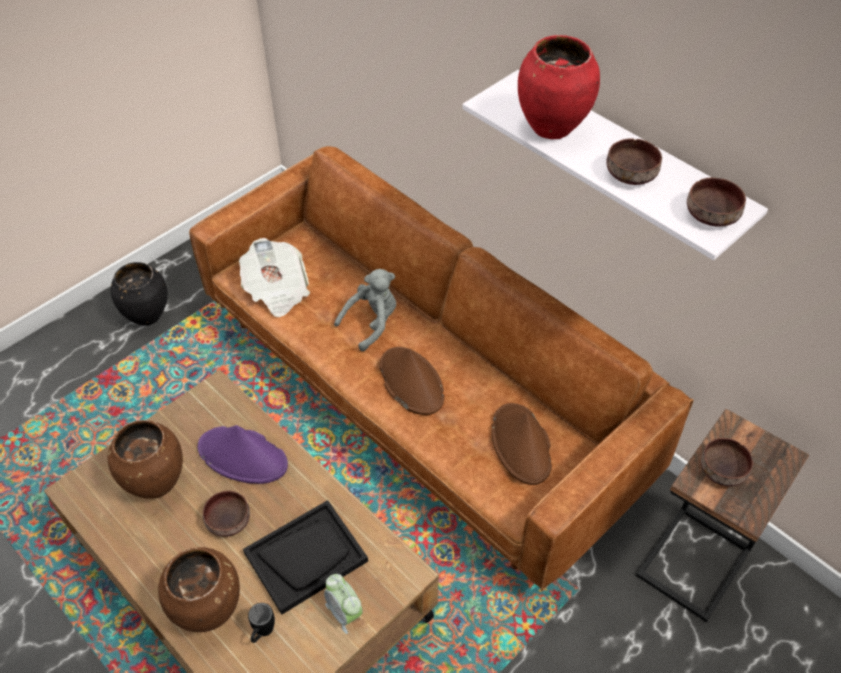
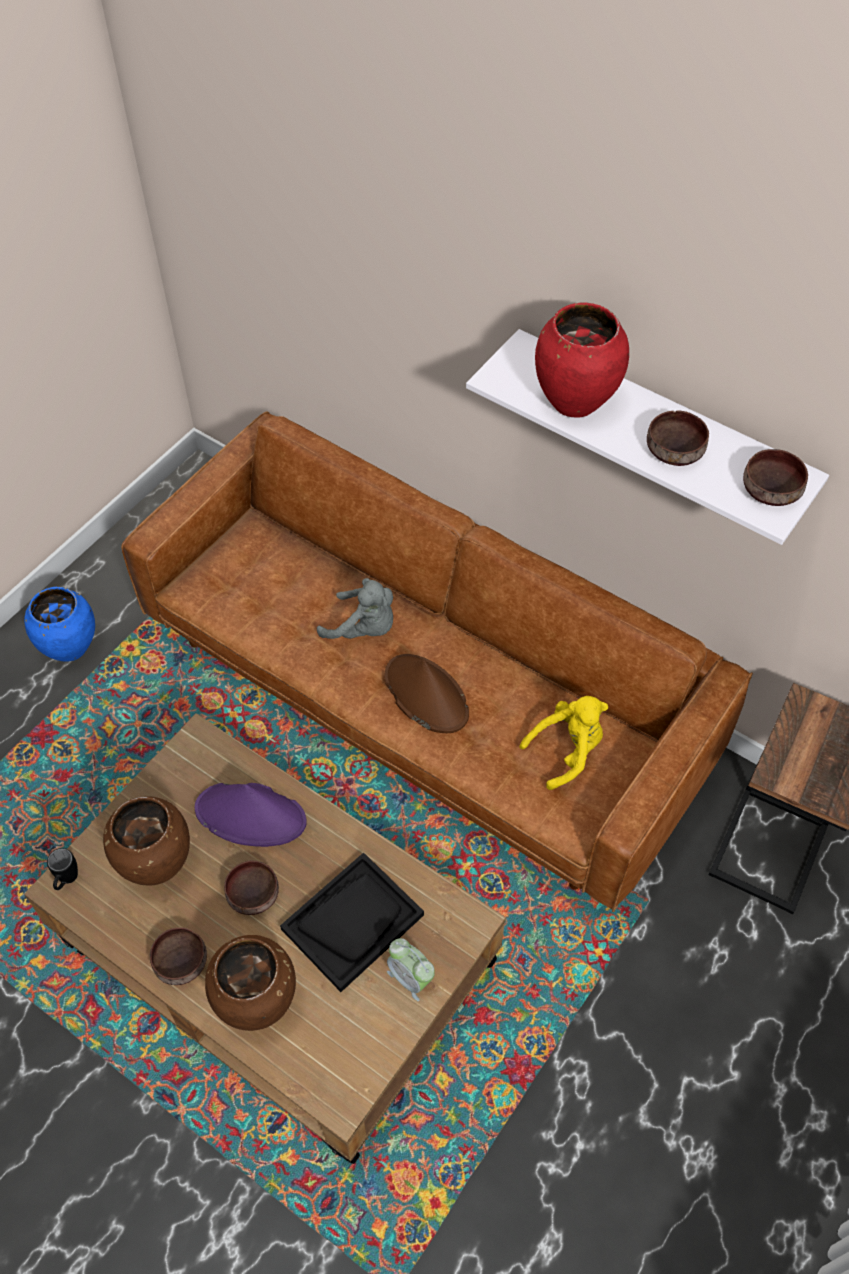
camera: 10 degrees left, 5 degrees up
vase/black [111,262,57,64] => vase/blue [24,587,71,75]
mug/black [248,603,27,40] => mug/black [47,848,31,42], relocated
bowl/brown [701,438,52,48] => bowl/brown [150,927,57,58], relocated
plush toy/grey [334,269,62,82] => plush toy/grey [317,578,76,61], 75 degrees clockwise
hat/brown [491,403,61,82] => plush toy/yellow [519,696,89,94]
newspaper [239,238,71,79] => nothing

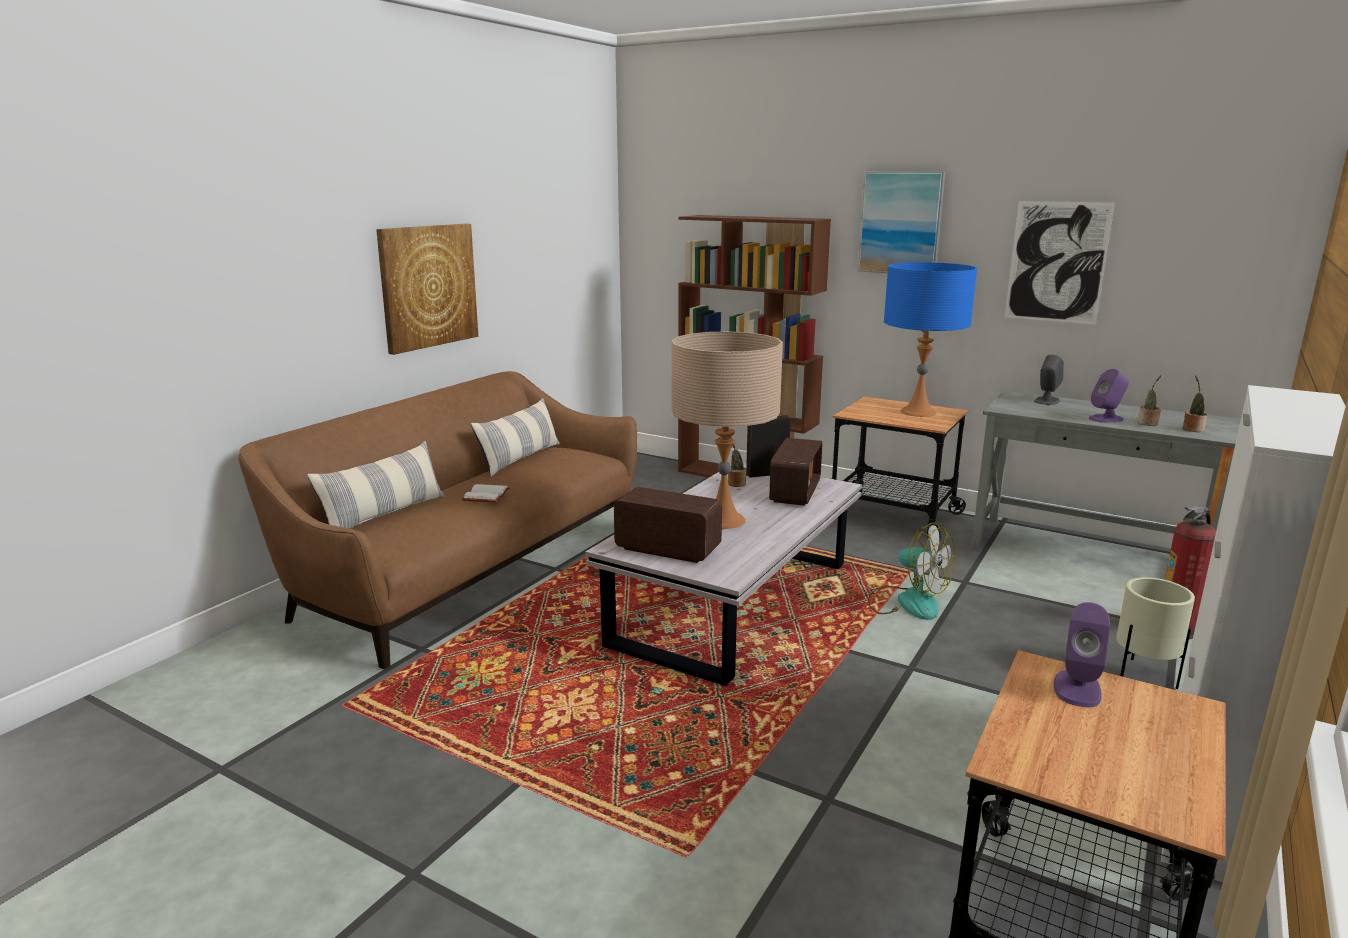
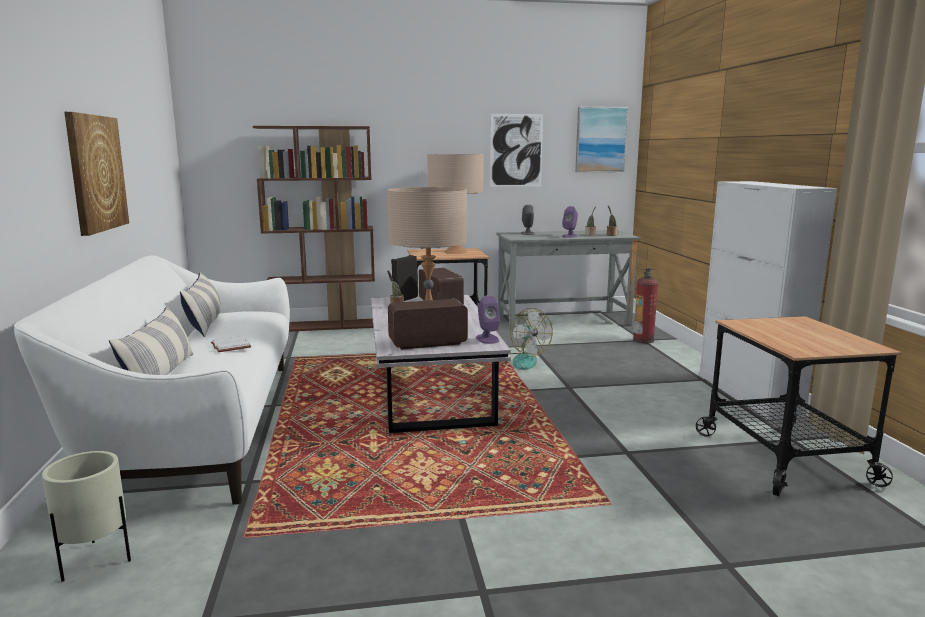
camera: 40 degrees left, 5 degrees down
sofa/brown [238,371,399,298] => sofa/white [14,256,276,249]
planter/beige [1116,577,79,112] => planter/beige [42,451,89,131], relocated
table lamp/blue [884,262,93,155] => table lamp/beige [427,154,57,100]
speaker/purple [1054,602,56,105] => speaker/purple [476,295,24,49], relocated
fan [868,523,87,97] => fan [499,308,54,62], 60 degrees clockwise
picture [858,171,88,102] => picture [575,107,53,65], relocated

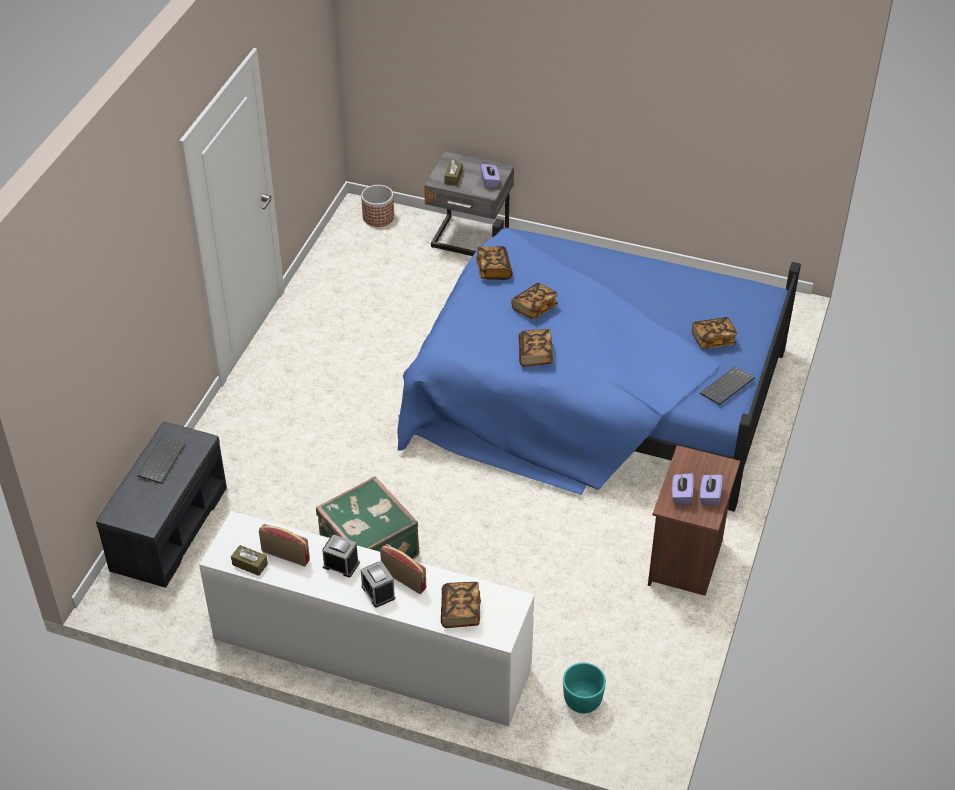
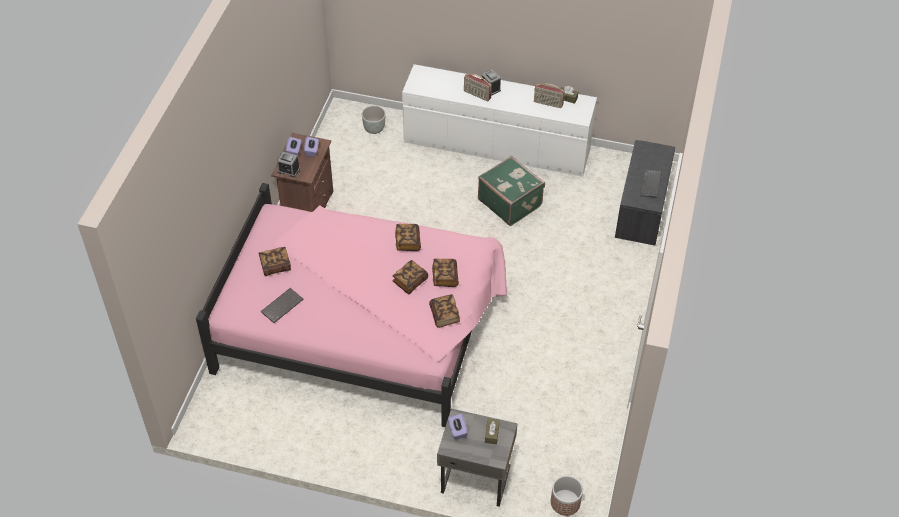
camera: 175 degrees right, 5 degrees up
bed/blue [397,218,404,294] => bed/pink [196,183,313,244]
keyboard [700,367,55,38] => keyboard [261,288,43,35], relocated
alarm clock [322,534,38,43] => alarm clock [277,152,23,25], relocated
planter/turquoise [563,663,43,50] => planter/grey [362,106,24,28]
book [441,582,40,46] => book [432,259,27,28], relocated

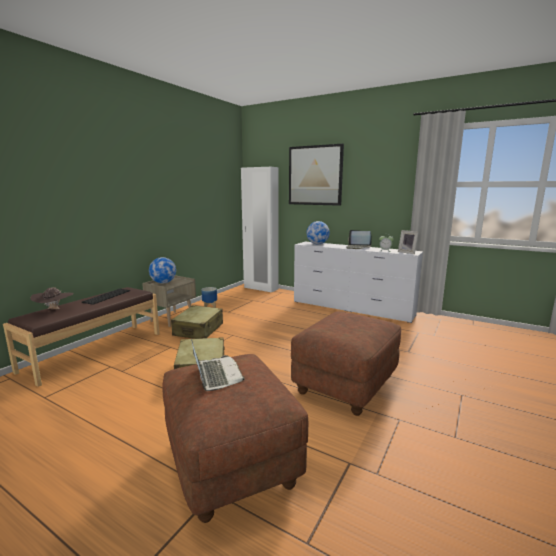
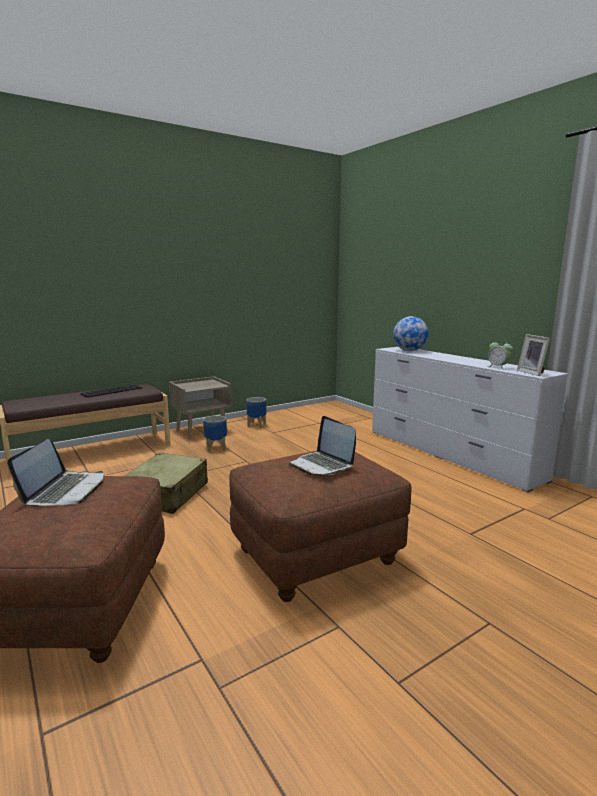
camera: 25 degrees right, 0 degrees up
suitcase/beige [171,305,52,34] => planter [203,415,24,37]
laptop [346,230,26,19] => laptop [289,416,67,59], relocated
hat/brown [31,287,43,22] => nothing
globe [149,257,27,27] => nothing
wardrobe/white [241,167,38,126] => nothing
picture [289,144,55,62] => nothing

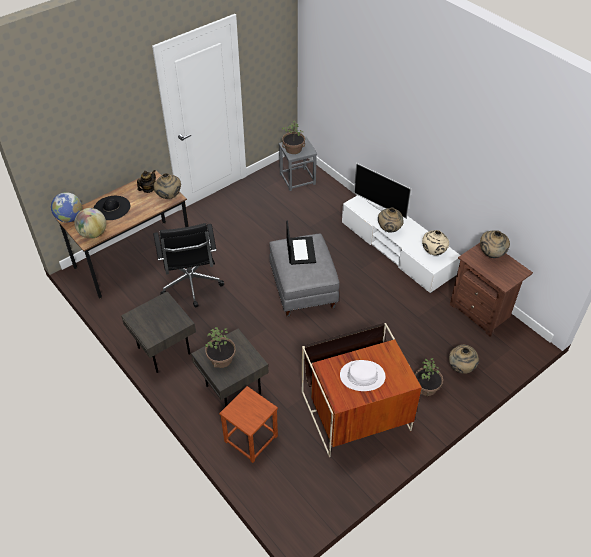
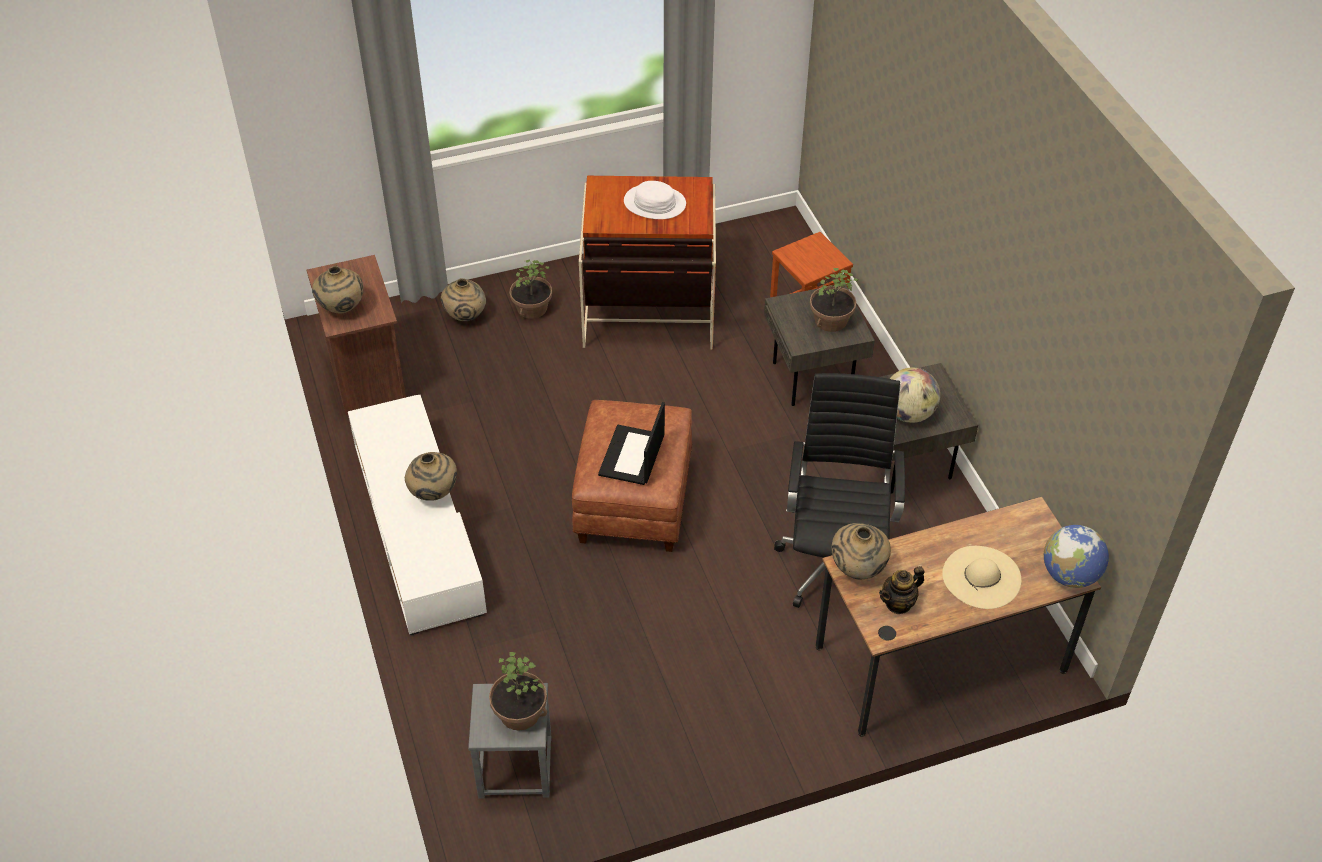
camera: 160 degrees left, 0 degrees up
ottoman/grey [269,234,70,83] => ottoman/brown [572,400,120,152]
globe [74,208,32,31] => globe [890,367,50,56], relocated
hat/black [94,196,36,24] => hat/beige [942,546,80,63]
television [354,163,57,56] => nothing
vase/beige [422,230,27,25] => nothing

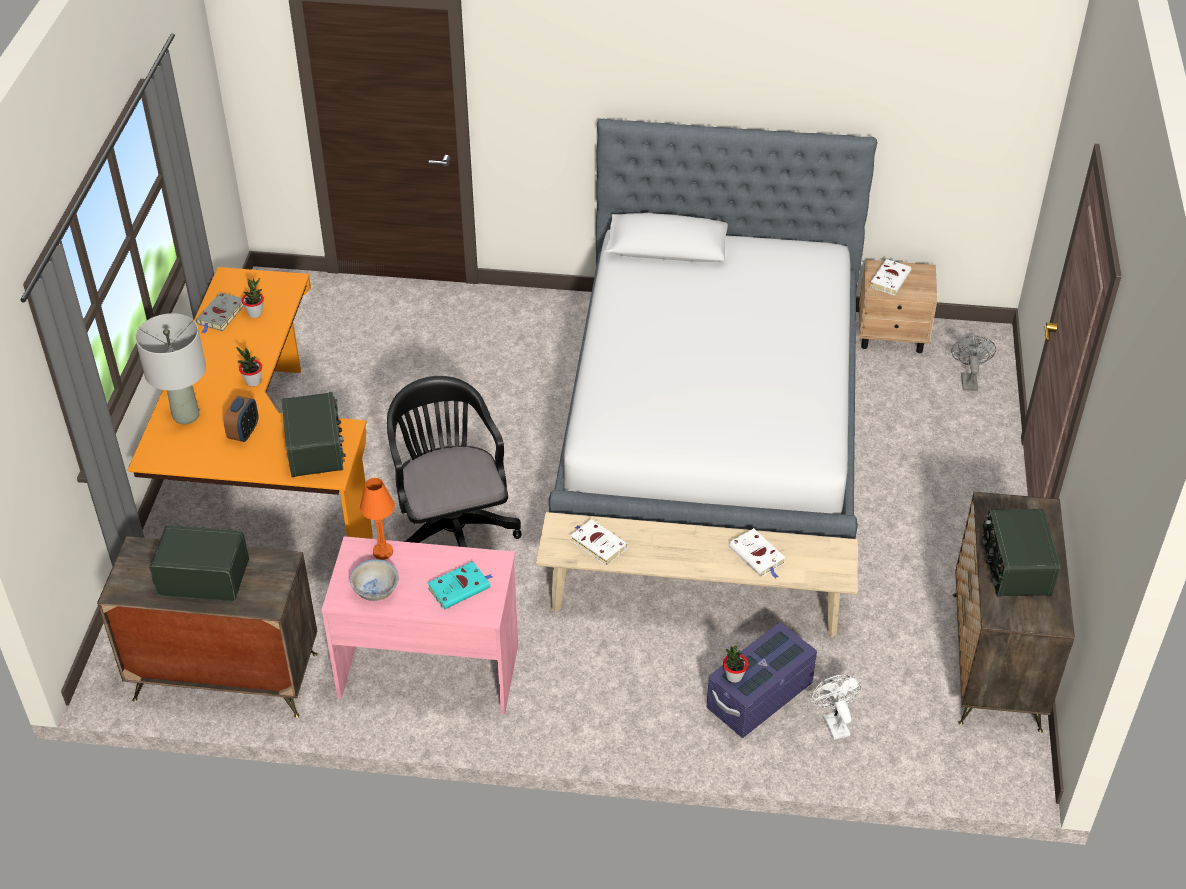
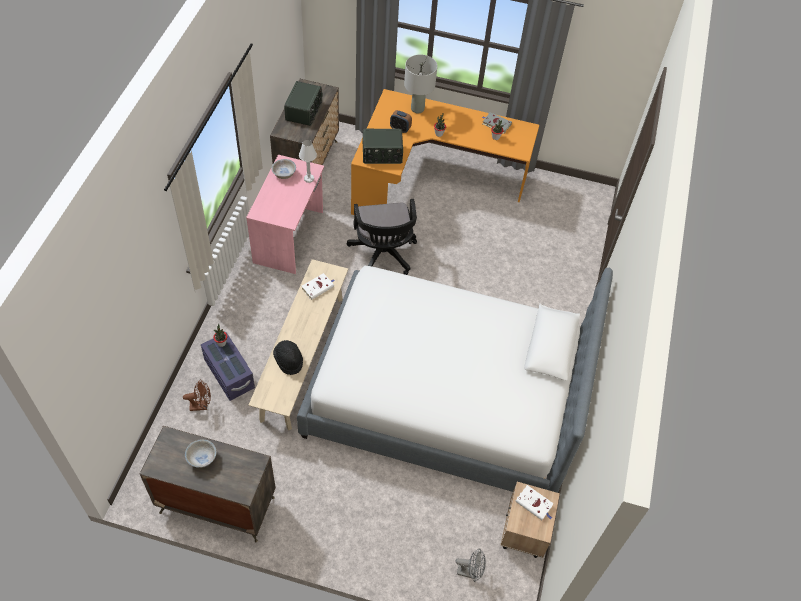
camera: 95 degrees right, 10 degrees up
fan/white [811,675,51,65] => fan/brown [183,380,28,31]
radio [981,509,79,87] => bowl/white [185,439,32,29]
book/white [729,528,56,51] => hat/black [273,340,30,35]
table lamp/orange [359,478,36,82] => table lamp/white [299,140,18,43]
office chair/black [387,376,135,171] => office chair/black [347,199,70,76], 90 degrees clockwise
book/turquoise [428,561,65,49] => nothing

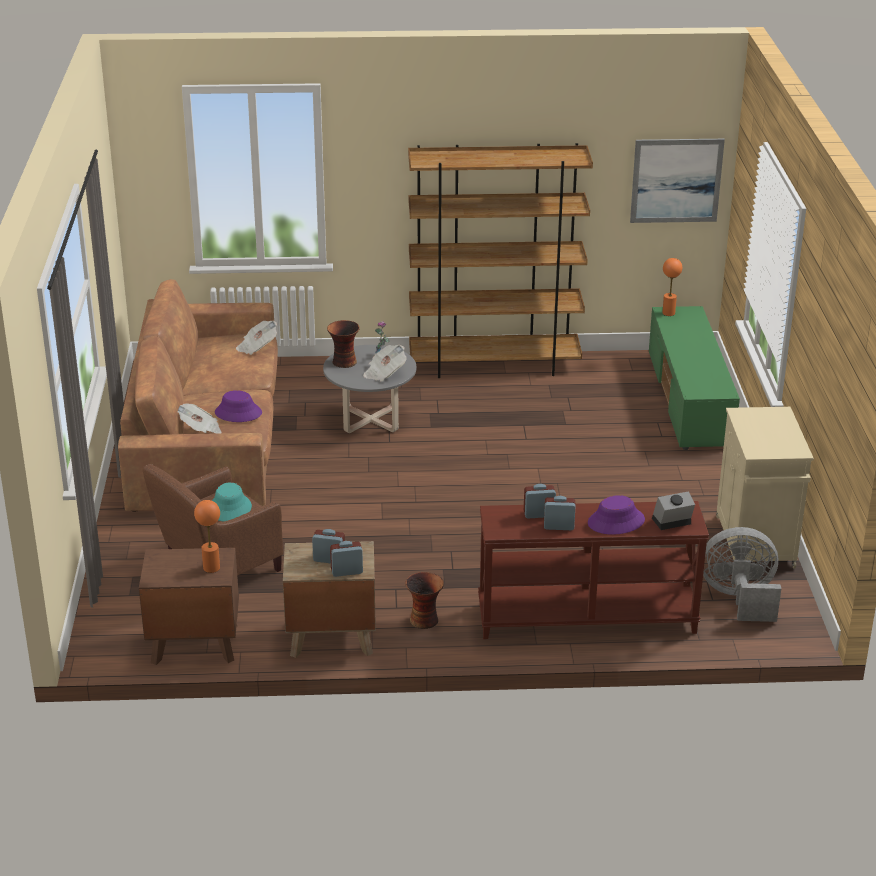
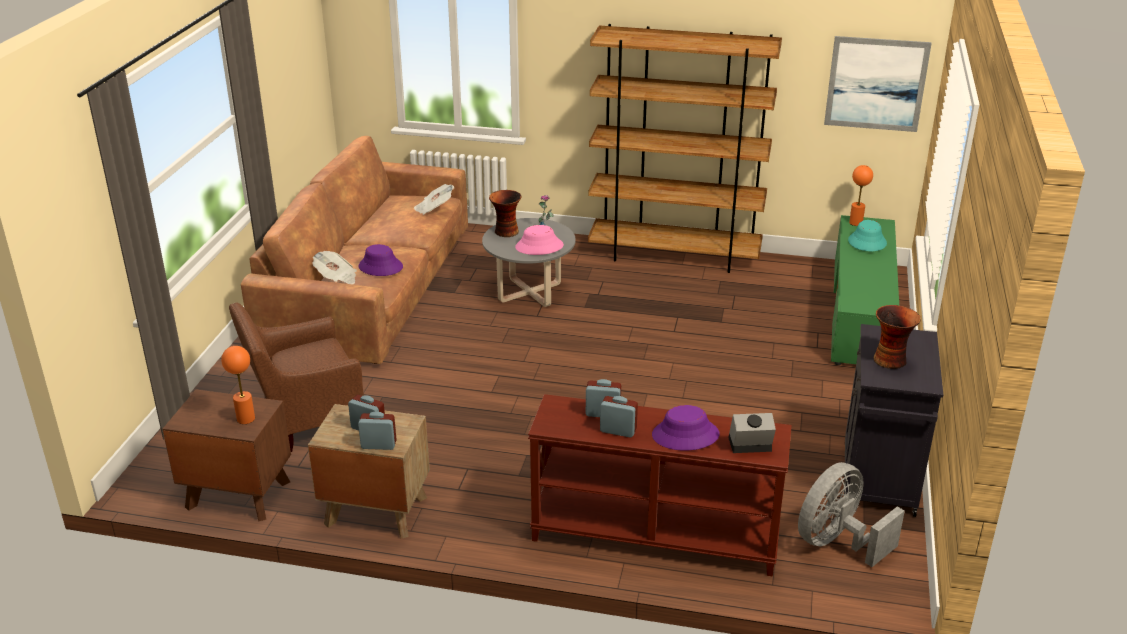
camera: 15 degrees right, 0 degrees up
newspaper [363,345,43,36] => hat/pink [515,225,49,30]
fan/grey [703,527,78,95] => fan/grey [798,462,107,105], 60 degrees counterclockwise
cabinet/beige [716,407,98,162] => cabinet/black [844,324,99,193]
hat/turquoise [212,483,40,39] => hat/turquoise [848,220,39,31], relocated
vase [405,572,39,57] => vase [874,305,47,64], relocated

